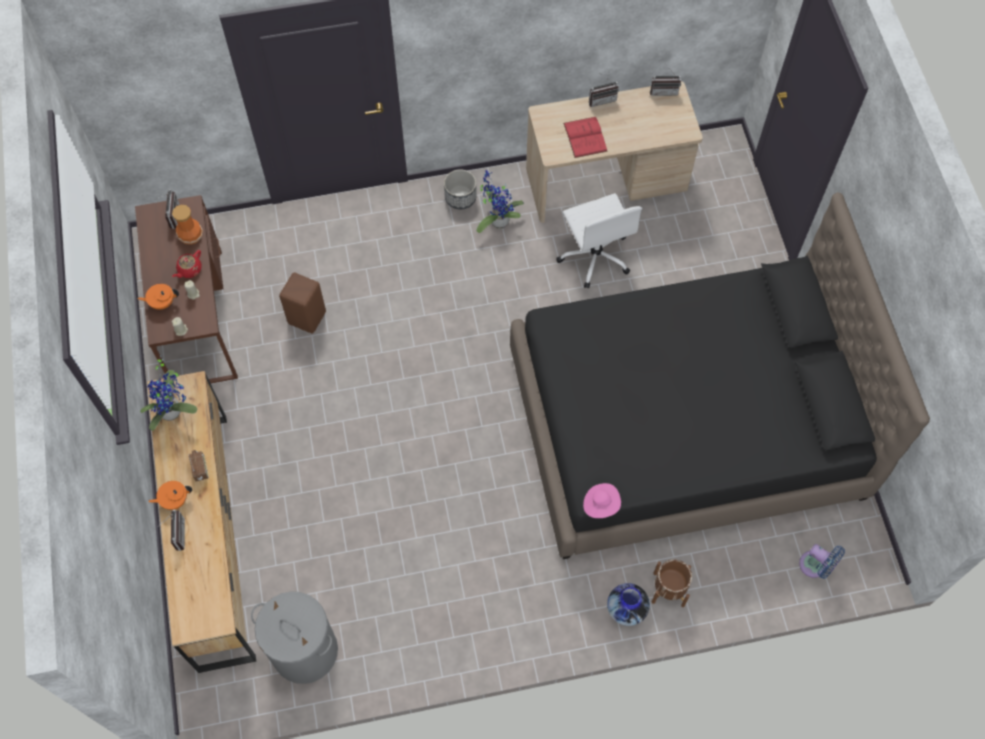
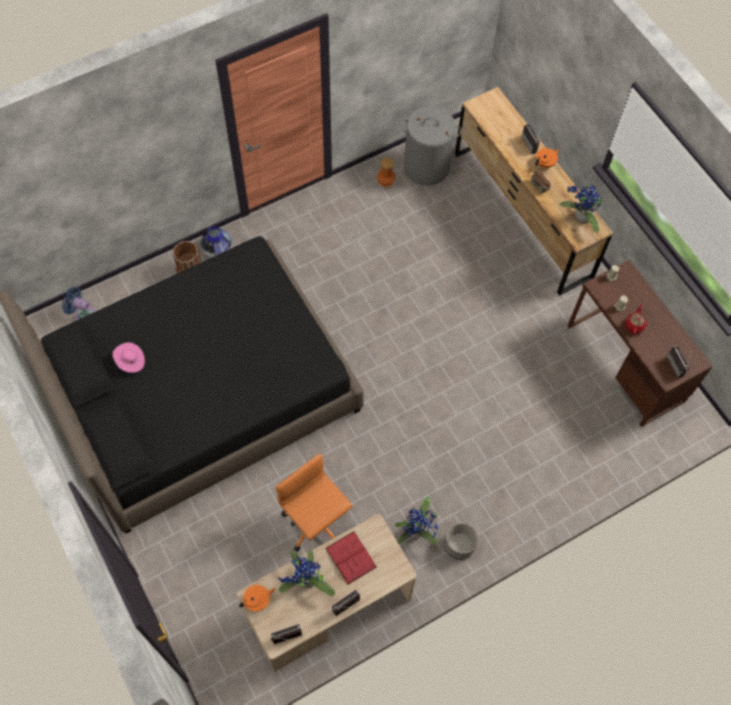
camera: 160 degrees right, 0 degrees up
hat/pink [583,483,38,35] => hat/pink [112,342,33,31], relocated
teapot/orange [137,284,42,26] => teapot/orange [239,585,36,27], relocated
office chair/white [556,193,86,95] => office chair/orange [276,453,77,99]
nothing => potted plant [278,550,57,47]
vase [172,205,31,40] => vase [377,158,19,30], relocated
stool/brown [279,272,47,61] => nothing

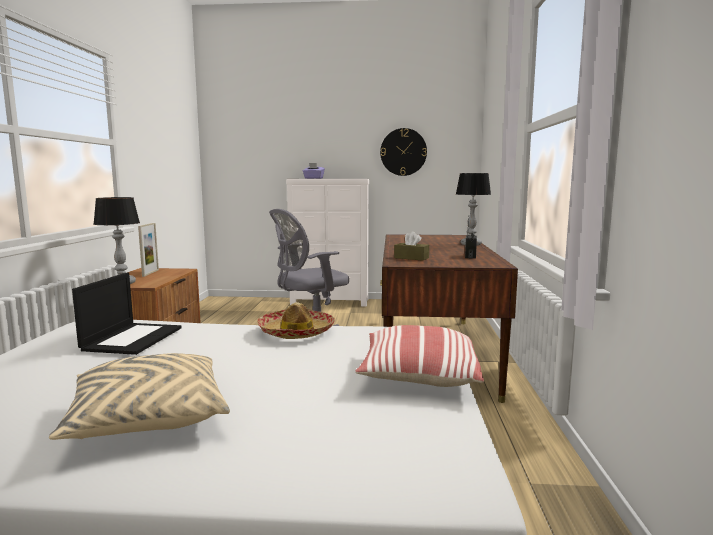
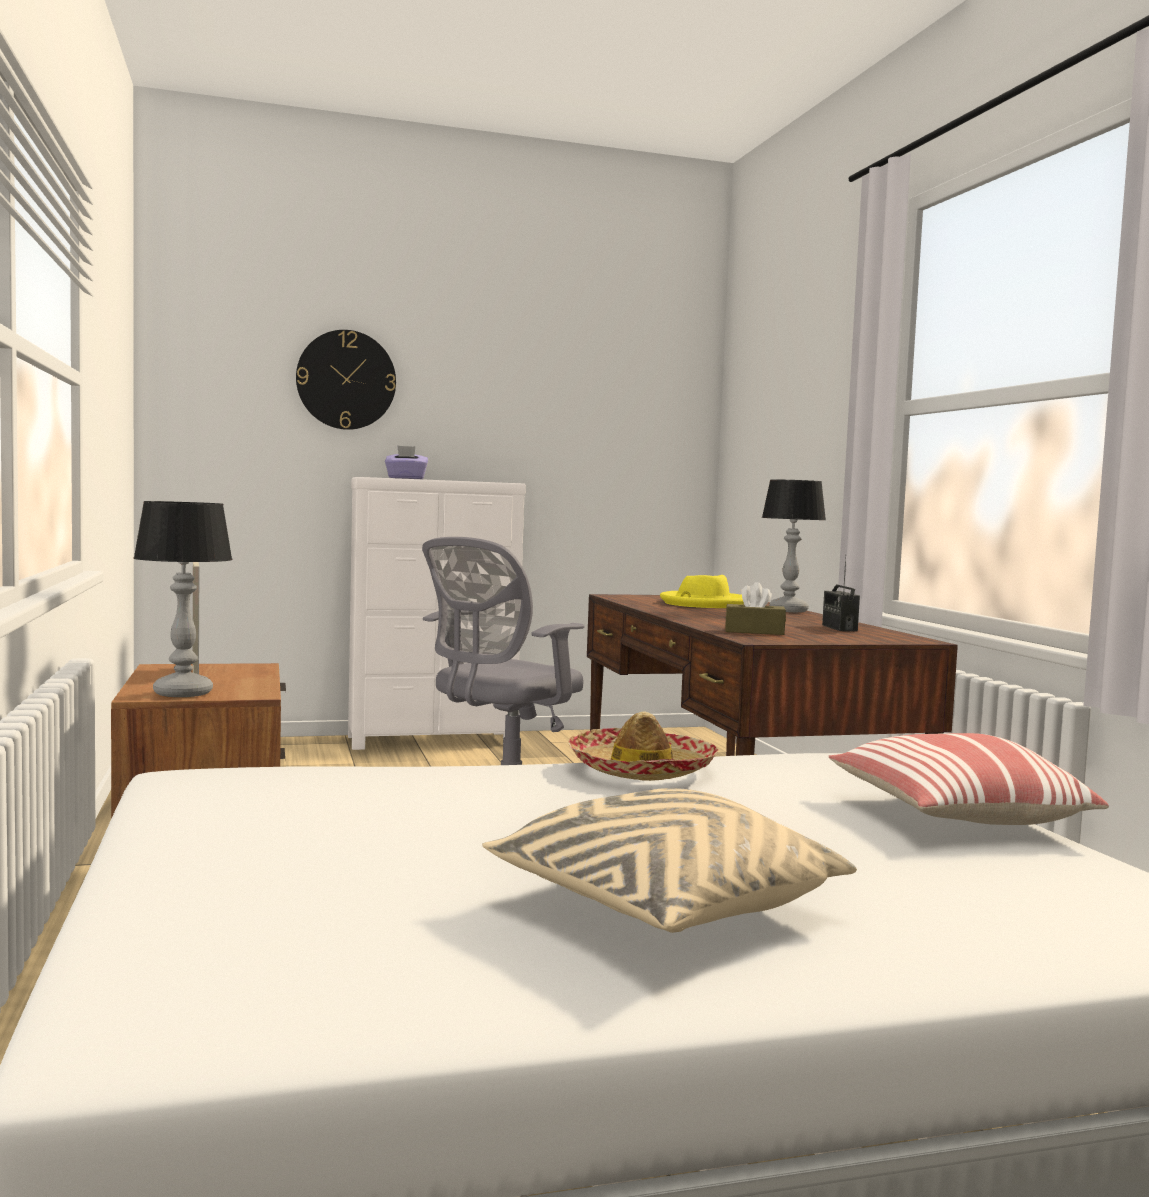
camera: 20 degrees left, 5 degrees down
wall clock [380,128,47,48] => wall clock [296,330,100,100], relocated
nothing => hat/yellow [660,575,84,33]
laptop [72,273,110,82] => nothing

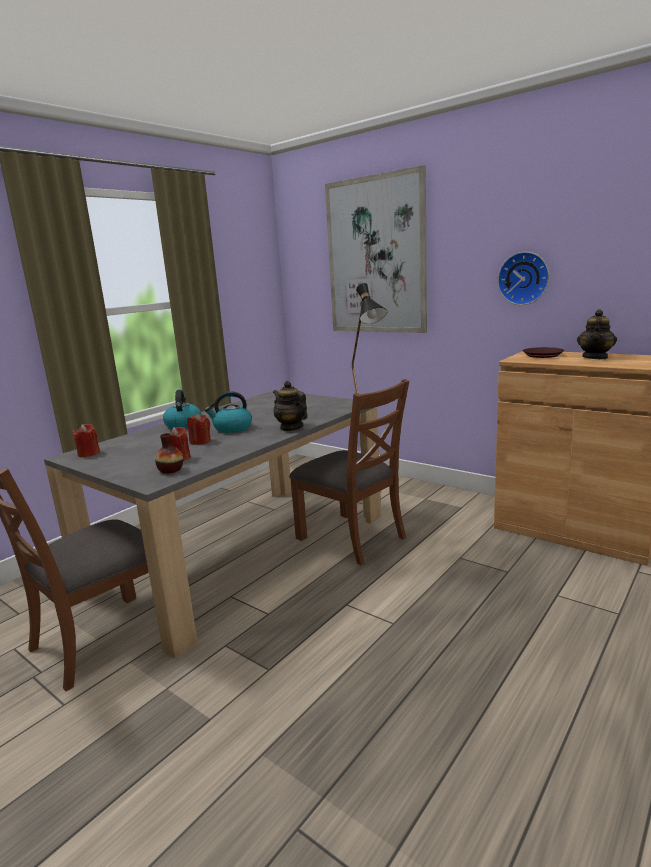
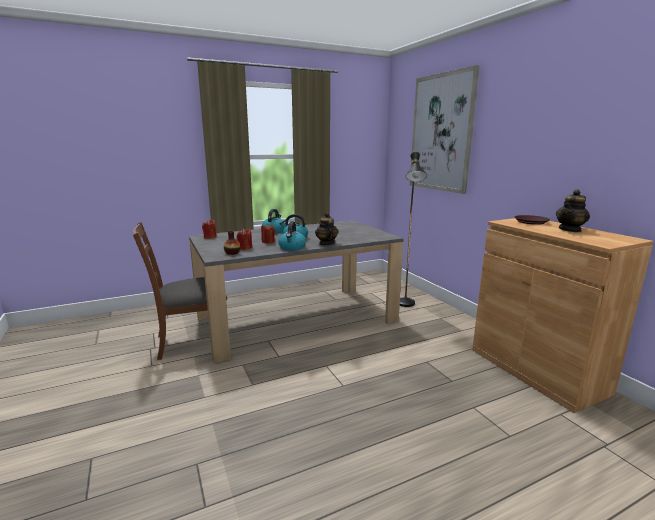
camera: 25 degrees right, 0 degrees up
nothing => kettle [278,221,28,29]
chair/brown [289,379,120,186] => nothing
wall clock [497,252,52,53] => nothing

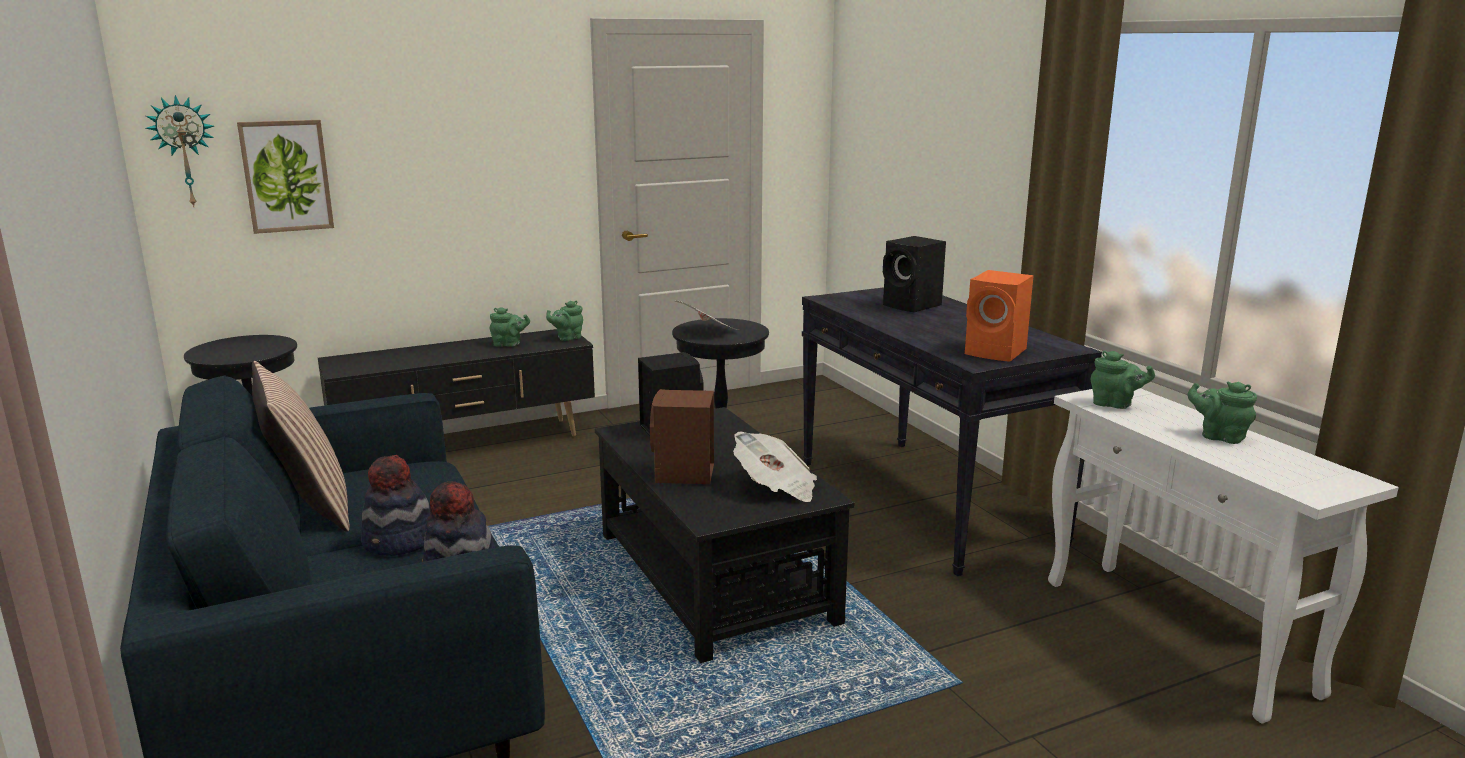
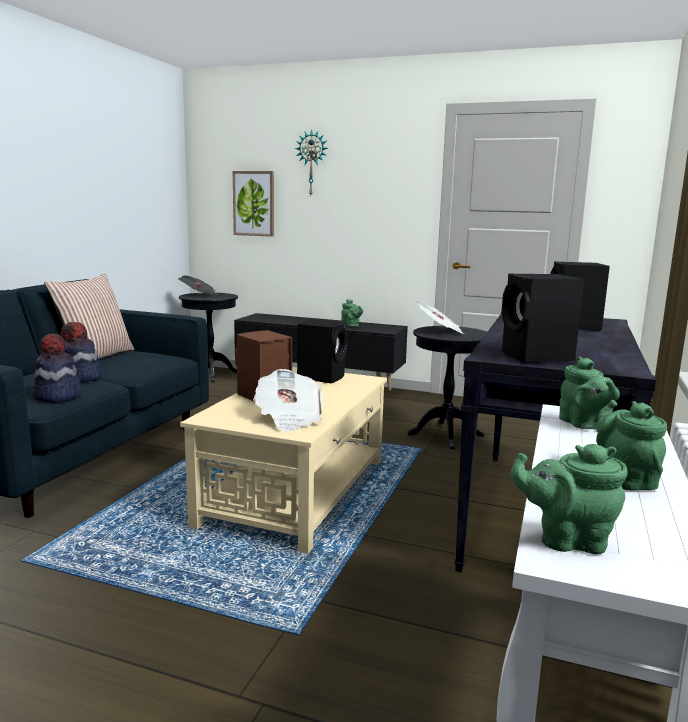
camera: 45 degrees right, 5 degrees down
nothing => newspaper [178,276,40,19]
coffee table/black [595,407,259,256] => coffee table/beige [180,367,207,187]
wall clock [146,95,68,112] => wall clock [295,130,33,65], relocated
speaker/orange [965,270,69,92] => speaker/black [502,273,82,90]
teapot/green [546,301,37,40] => teapot/green [511,444,117,110], relocated

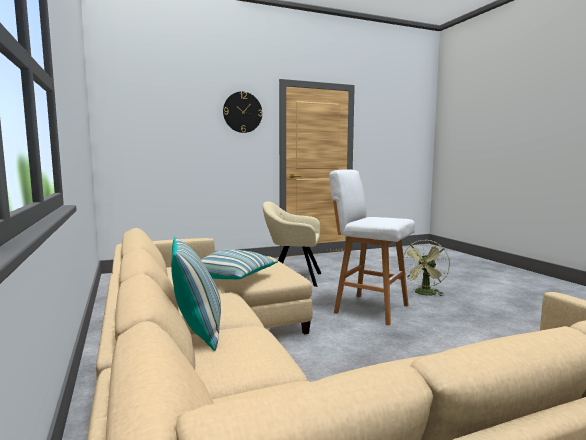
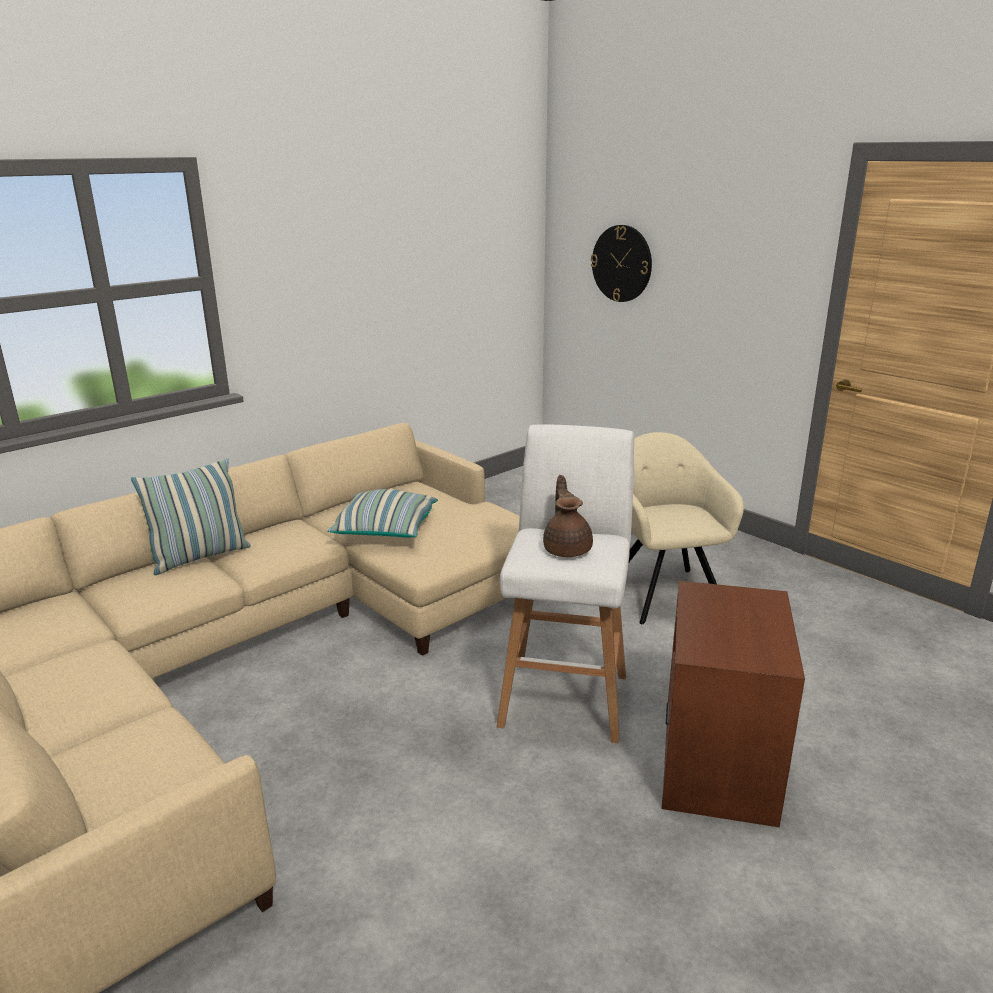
camera: 70 degrees right, 15 degrees up
nothing => teapot/brown [543,475,50,82]
wall clock [223,92,39,41] => wall clock [591,225,61,77], relocated
fan/green [403,240,47,56] => side table/brown [662,581,143,246]

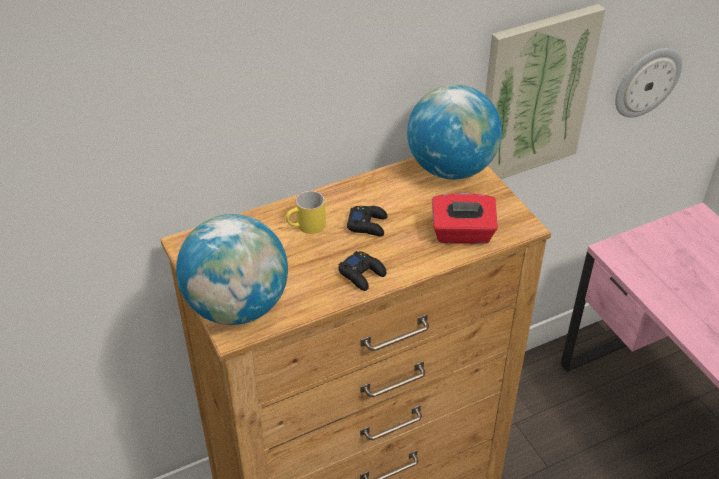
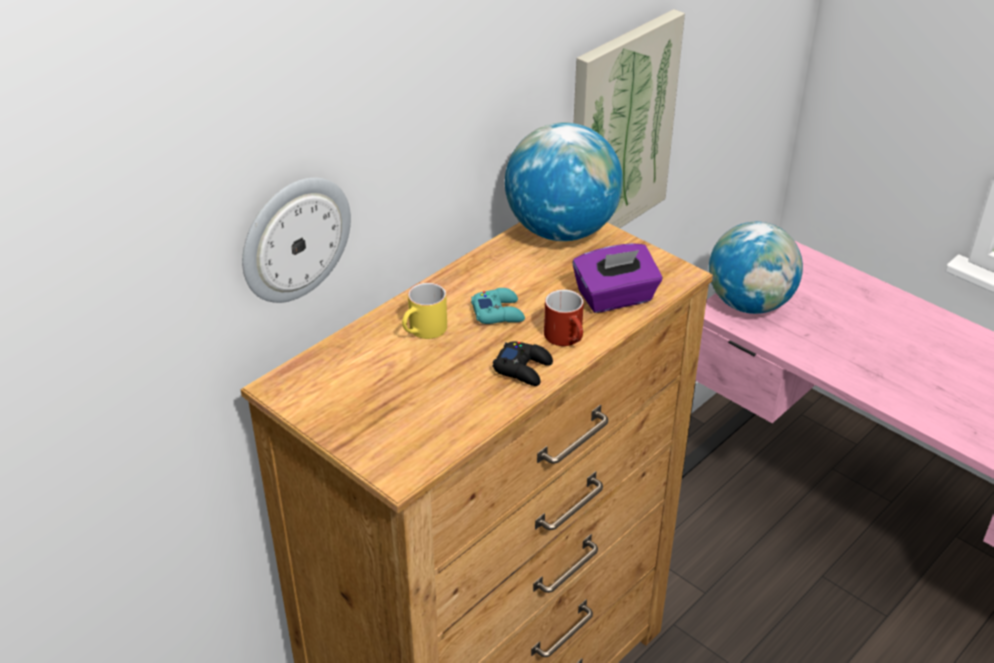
camera: 20 degrees left, 5 degrees down
wall clock [615,48,67,70] => wall clock [242,178,109,125], relocated
game controller/black [347,206,40,30] => game controller/turquoise [471,288,54,36]
nothing => mug/red [544,289,40,57]
tissue box/red [432,193,66,51] => tissue box/purple [572,243,90,70]
globe [176,214,112,111] => globe [709,222,94,92], relocated

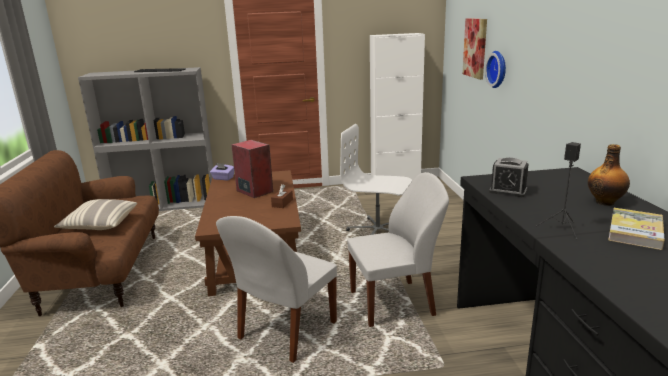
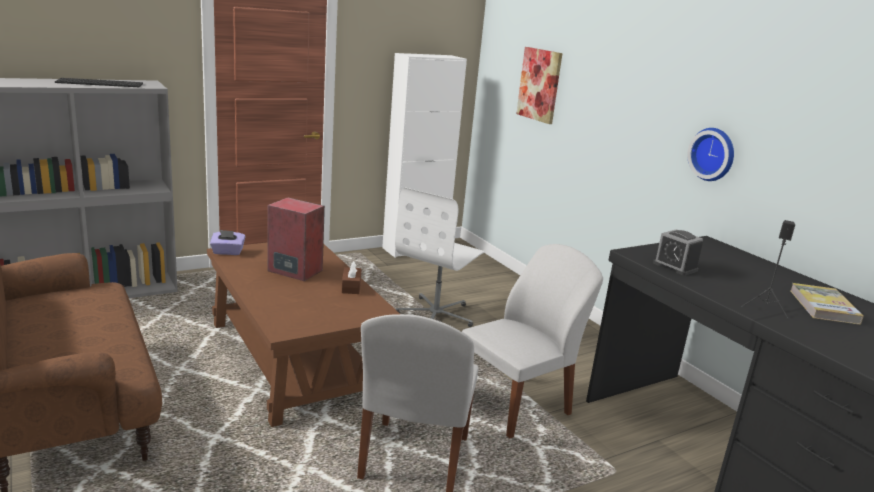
camera: 25 degrees left, 0 degrees up
office chair/white [340,124,72,111] => office chair/white [395,187,90,140], 60 degrees counterclockwise
alarm clock [489,158,40,39] => alarm clock [653,229,50,47], 45 degrees clockwise
wall clock [485,51,21,37] => wall clock [687,128,47,53], relocated
pillow [54,199,83,31] => nothing
bottle [588,144,42,62] => nothing

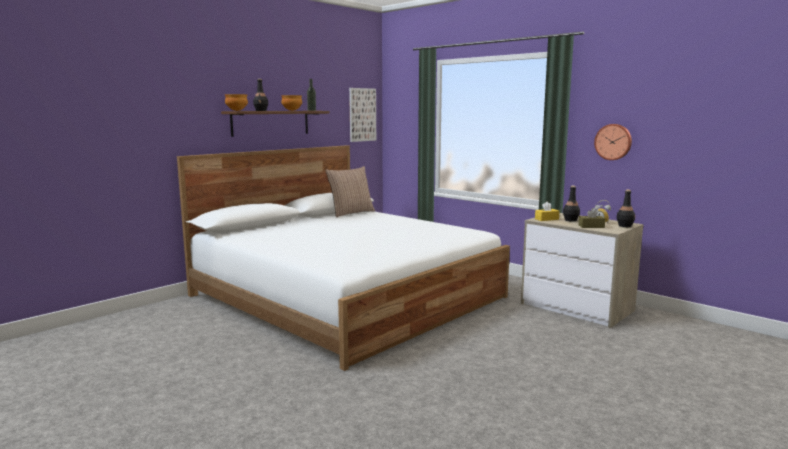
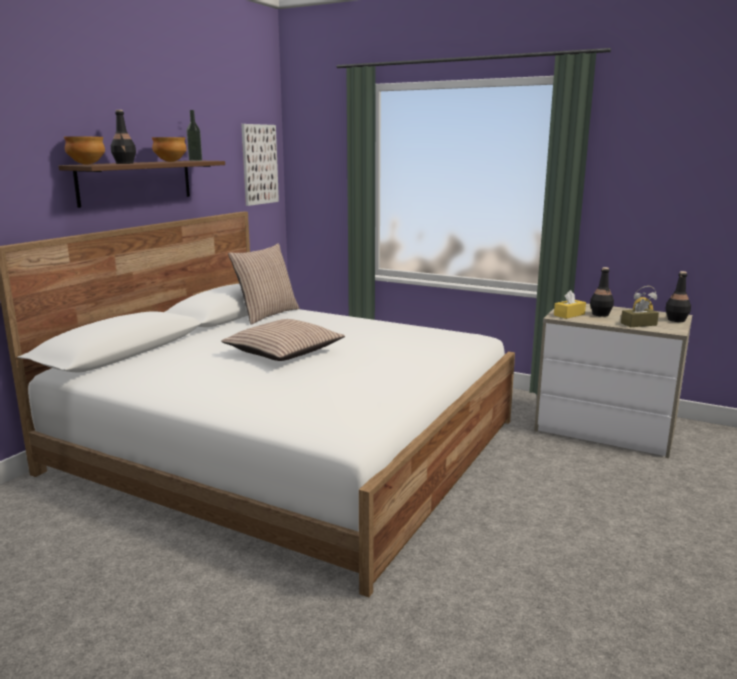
camera: 15 degrees left, 5 degrees up
nothing => pillow [221,319,124,42]
wall clock [594,124,38,36] => nothing

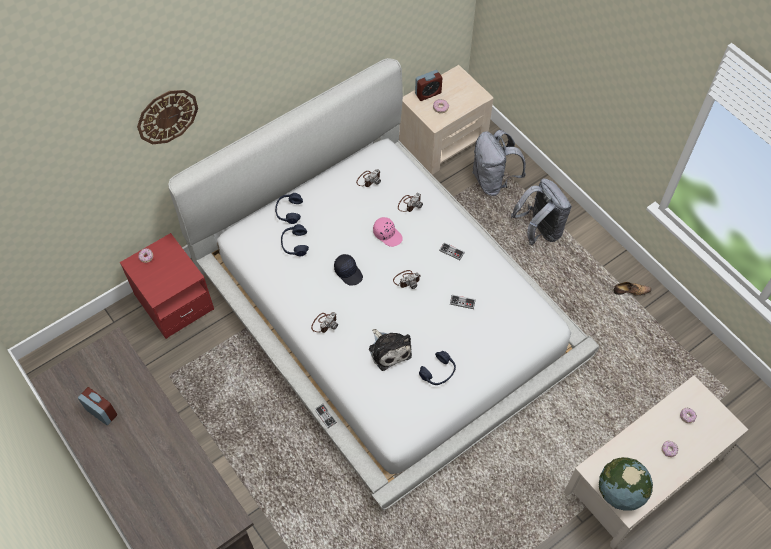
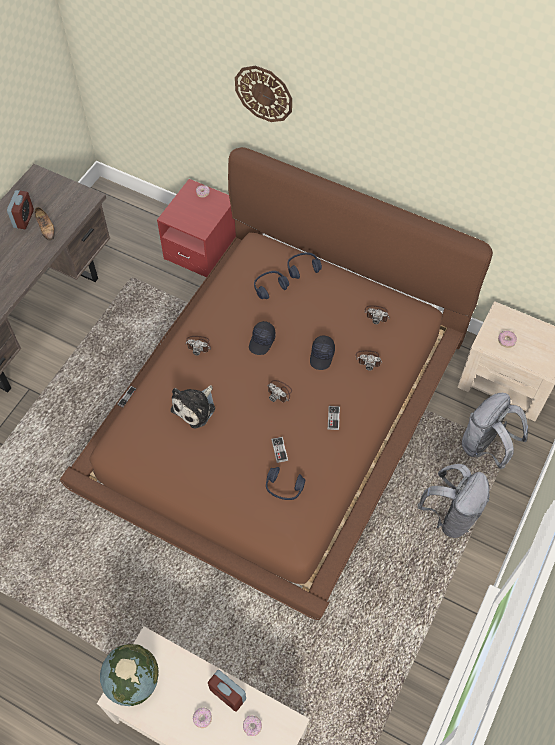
camera: 65 degrees right, 0 degrees up
shoe [613,282,38,14] => shoe [34,207,21,34], relocated
bed/white [168,58,431,452] => bed/brown [60,147,433,473]
alarm clock [415,70,27,31] => alarm clock [208,670,38,41], relocated
headphones/blue [419,351,37,34] => headphones/blue [266,467,39,33], relocated
cap/pink [373,217,30,30] => cap/black [310,335,25,35]

